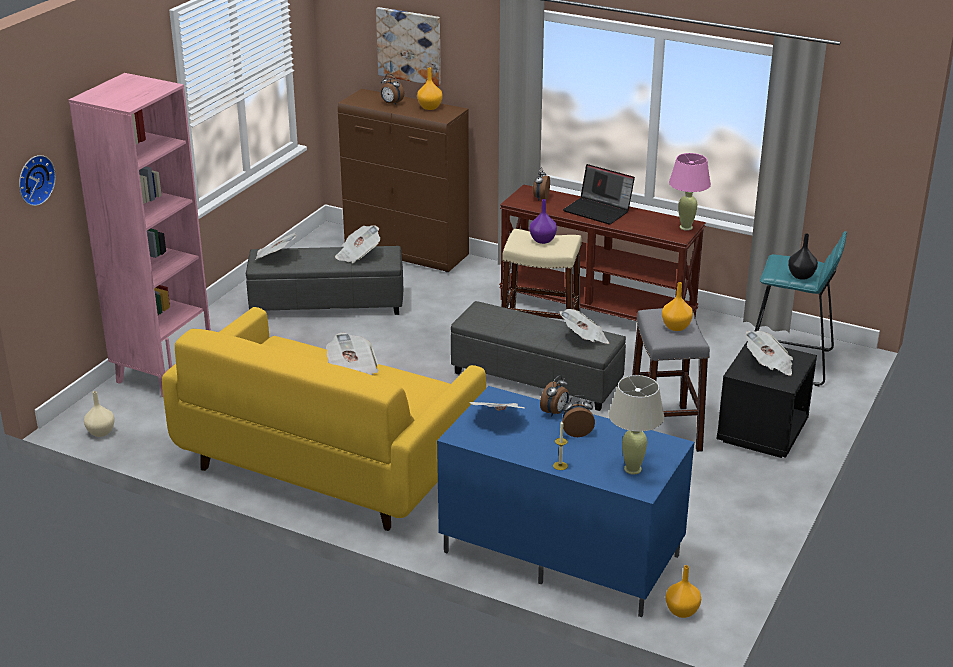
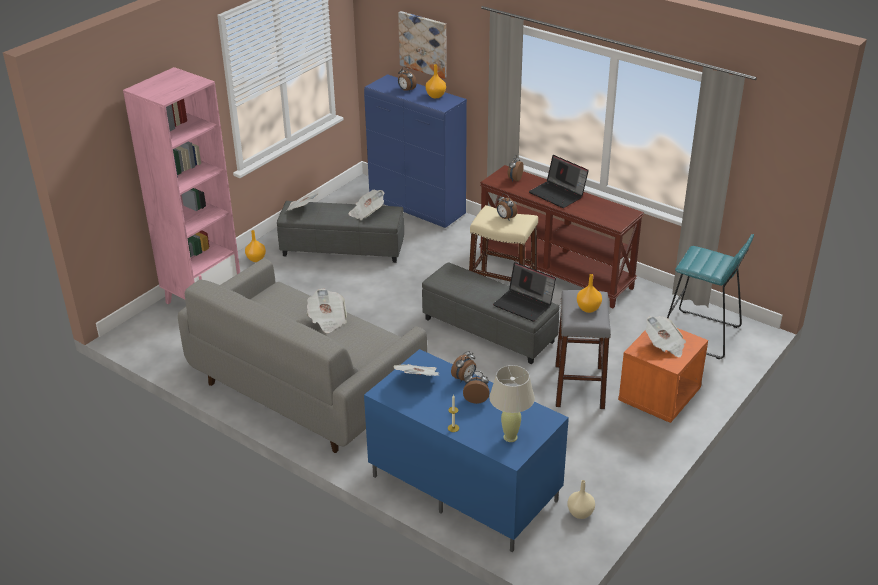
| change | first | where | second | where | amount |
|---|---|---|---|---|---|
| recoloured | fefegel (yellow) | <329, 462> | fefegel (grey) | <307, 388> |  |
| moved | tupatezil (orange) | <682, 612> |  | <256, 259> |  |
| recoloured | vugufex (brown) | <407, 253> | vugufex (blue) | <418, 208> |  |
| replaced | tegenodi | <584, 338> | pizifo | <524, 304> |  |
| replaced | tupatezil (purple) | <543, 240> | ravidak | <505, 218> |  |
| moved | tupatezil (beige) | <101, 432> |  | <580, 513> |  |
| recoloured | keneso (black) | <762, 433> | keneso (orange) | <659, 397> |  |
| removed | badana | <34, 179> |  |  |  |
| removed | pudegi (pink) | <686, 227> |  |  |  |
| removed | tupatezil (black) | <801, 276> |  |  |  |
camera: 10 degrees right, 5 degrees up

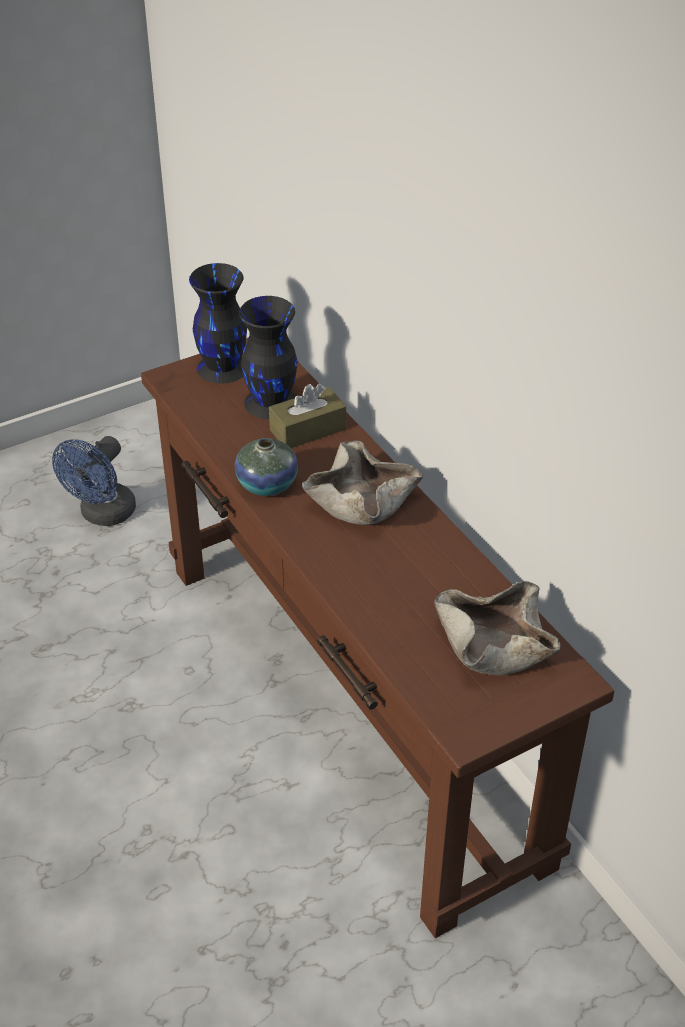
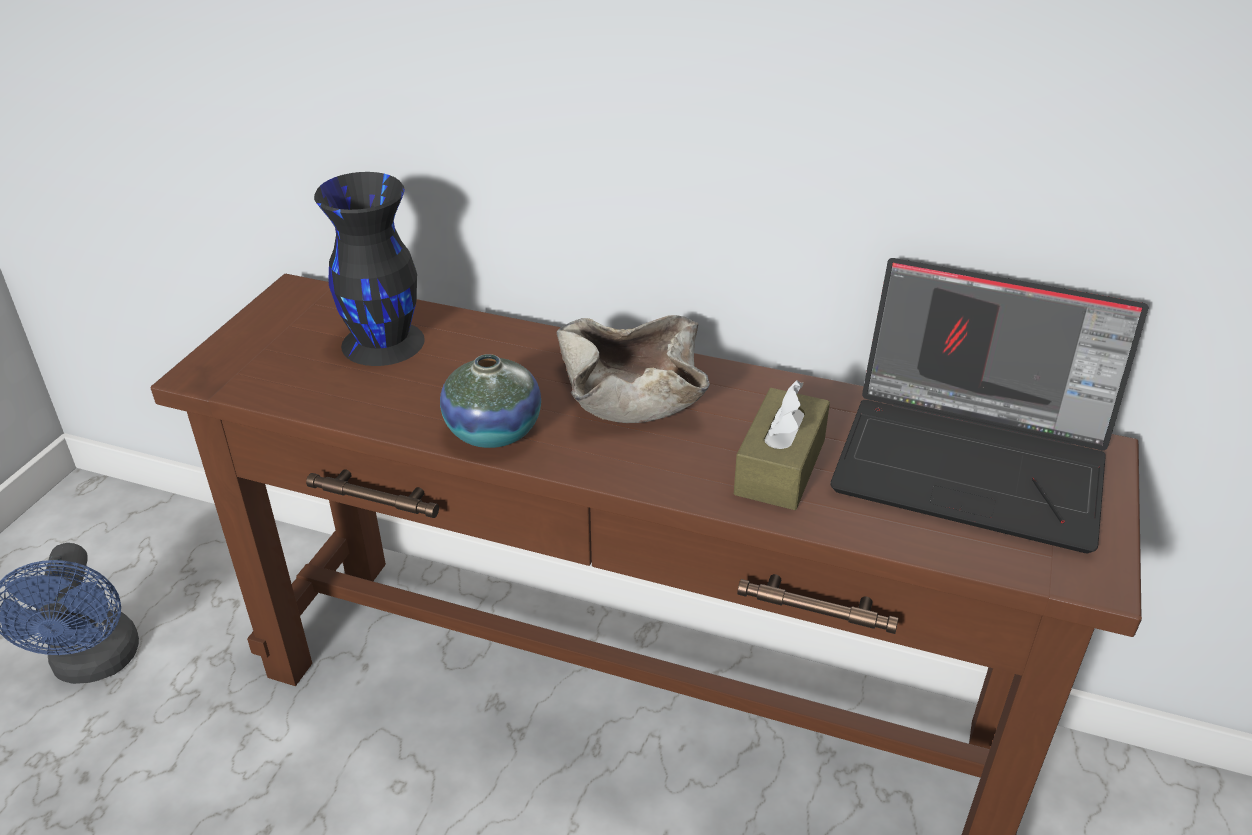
| change | first | where | second | where | amount |
|---|---|---|---|---|---|
| moved | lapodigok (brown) | <308, 429> |  | <780, 467> |  |
| replaced | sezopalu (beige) | <493, 645> | pizifo | <976, 462> |  |
| removed | tupatezil (black) | <222, 367> |  |  |  |
camera: 40 degrees left, 5 degrees down

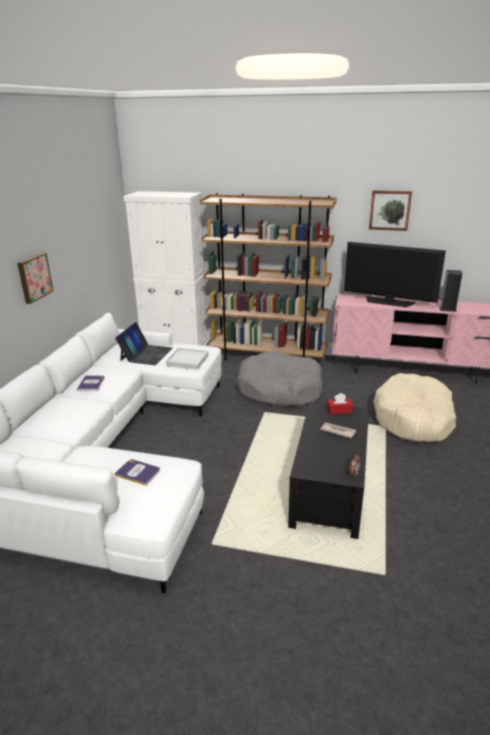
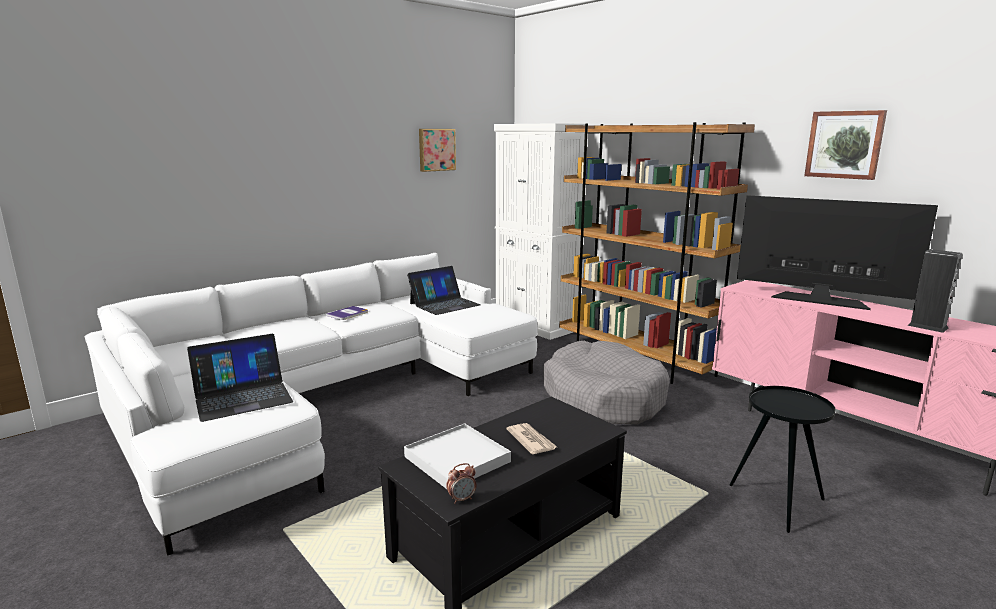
| change | first | where | second | where | amount |
|---|---|---|---|---|---|
| replaced | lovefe | <138, 472> | pizifo | <242, 397> |  |
| moved | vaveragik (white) | <187, 360> |  | <457, 459> |  |
| moved | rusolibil | <34, 277> |  | <436, 149> |  |
| replaced | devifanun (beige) | <413, 419> | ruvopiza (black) | <776, 502> |  |
| turned | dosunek | <388, 302> |  | <819, 300> | 150 degrees clockwise |
| removed | lapodigok (red) | <339, 410> |  |  |  |
camera: 35 degrees right, 10 degrees down

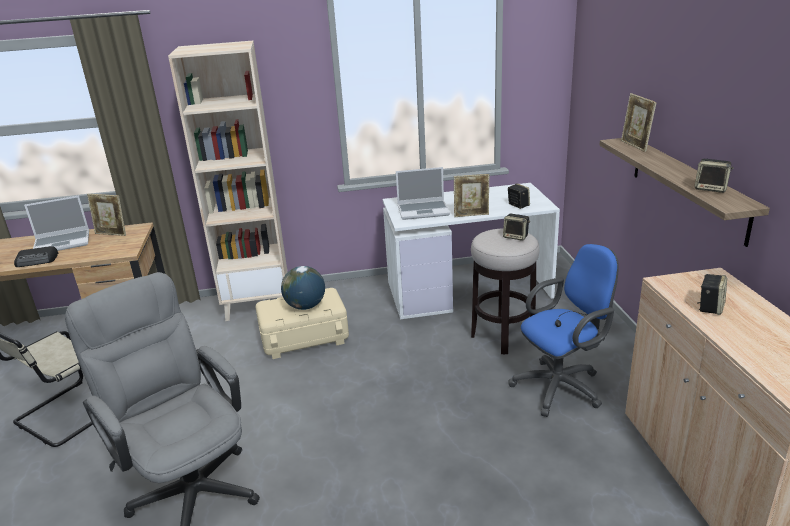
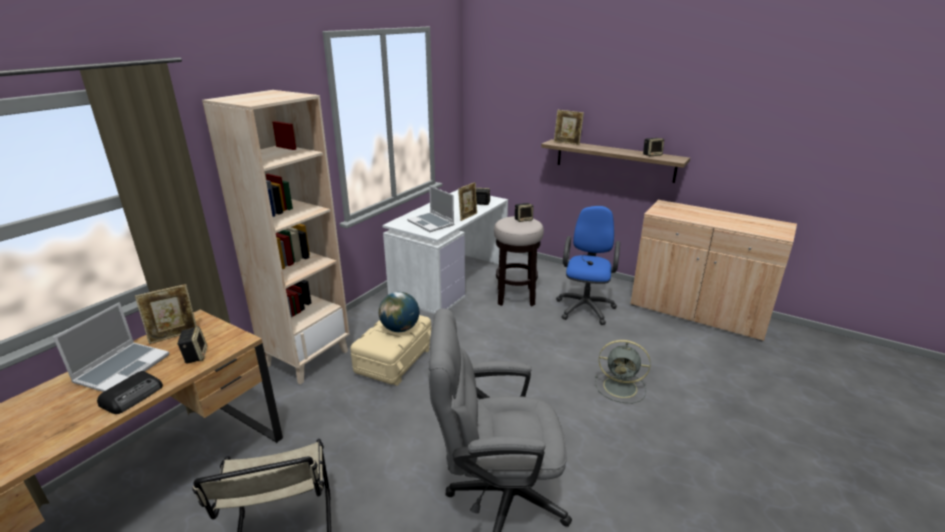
| change | first | where | second | where | amount |
|---|---|---|---|---|---|
| moved | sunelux | <710, 307> |  | <195, 355> |  |
| turned | pizifo | <423, 211> |  | <431, 223> | 105 degrees clockwise |
| added |  |  | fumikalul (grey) | <621, 387> |  |
camera: 50 degrees left, 0 degrees up

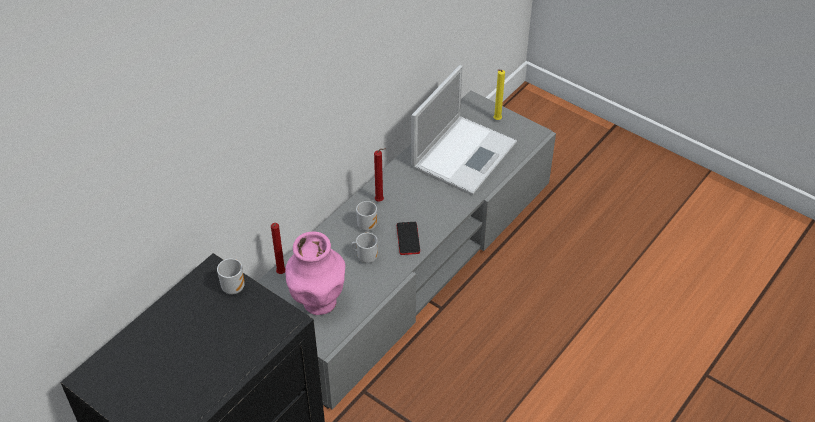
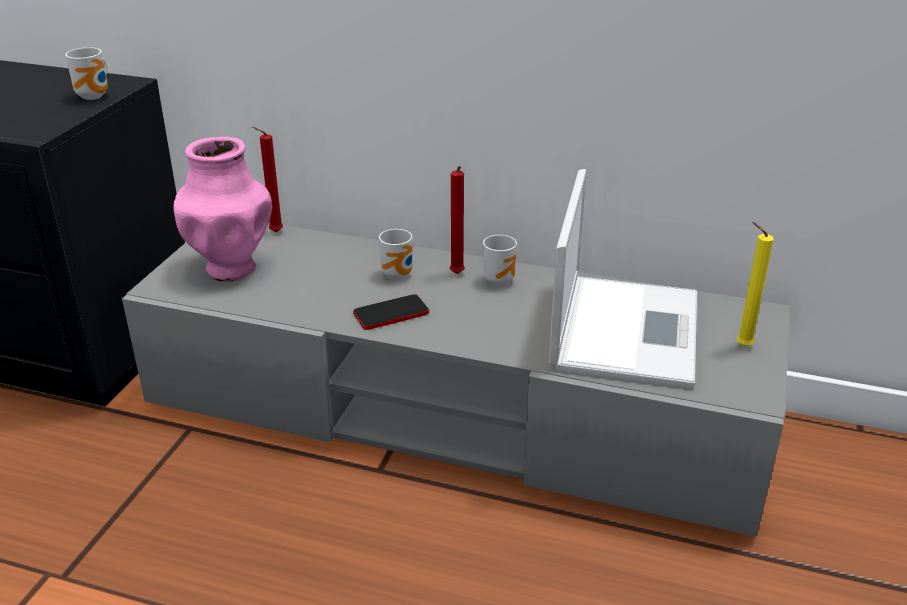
| change | first | where | second | where | amount |
|---|---|---|---|---|---|
| moved | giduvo | <366, 257> |  | <500, 279> |  |
| turned | pizifo | <464, 154> |  | <625, 328> | 90 degrees counterclockwise |
camera: 70 degrees right, 15 degrees down

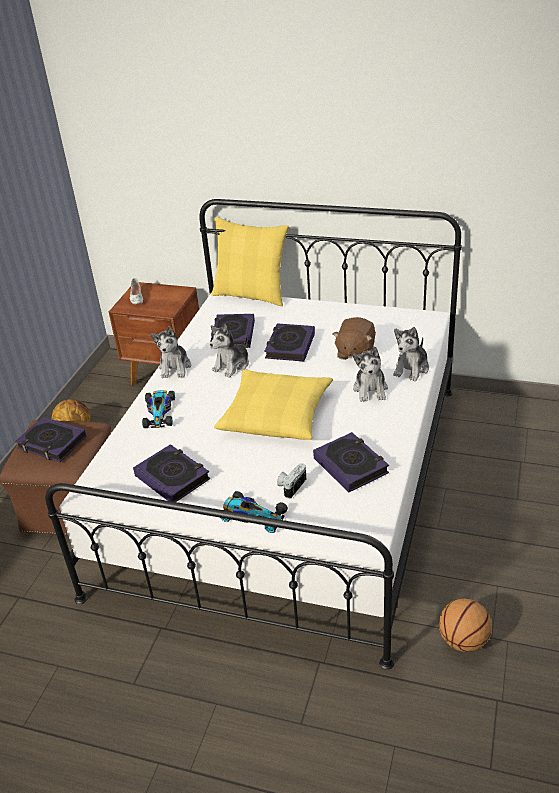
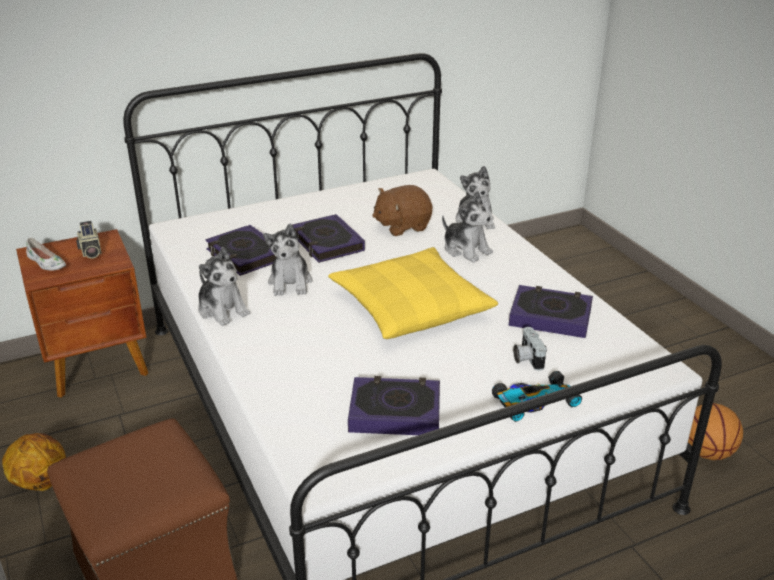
| change | first | where | second | where | amount |
|---|---|---|---|---|---|
| added |  |  | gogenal | <90, 252> |  |
| turned | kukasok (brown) | <355, 352> |  | <402, 226> | 90 degrees clockwise |
| removed | lovefe | <52, 443> |  |  |  |
| removed | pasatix | <159, 412> |  |  |  |
| removed | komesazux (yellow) | <251, 295> |  |  |  |
camera: 45 degrees left, 5 degrees down

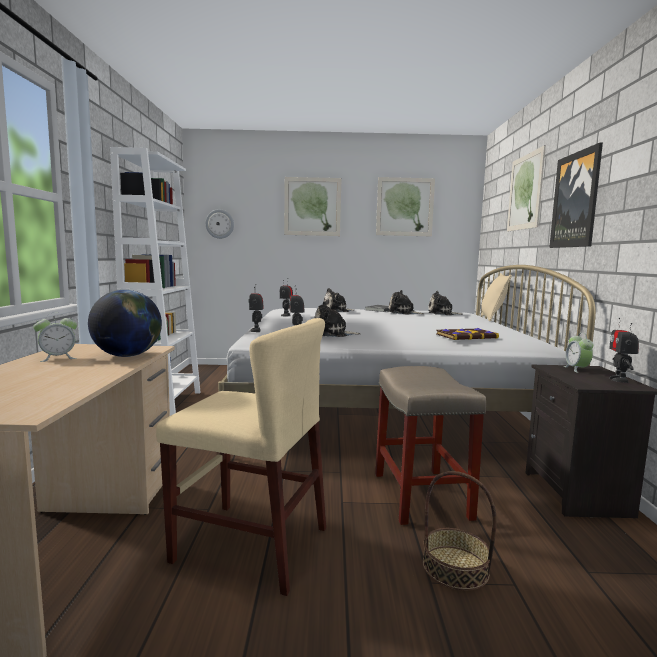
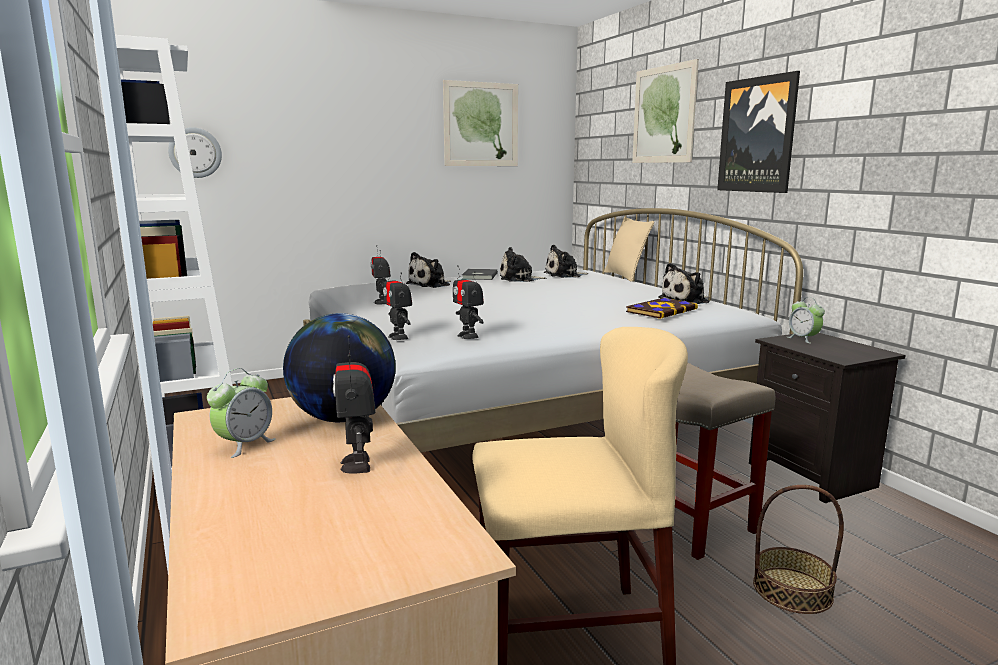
| change | first | where | second | where | amount |
|---|---|---|---|---|---|
| moved | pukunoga | <619, 380> |  | <358, 464> |  |
| moved | kukasok | <332, 334> |  | <686, 300> |  |
| removed | rusolibil | <312, 206> |  |  |  |
camera: 25 degrees left, 5 degrees up

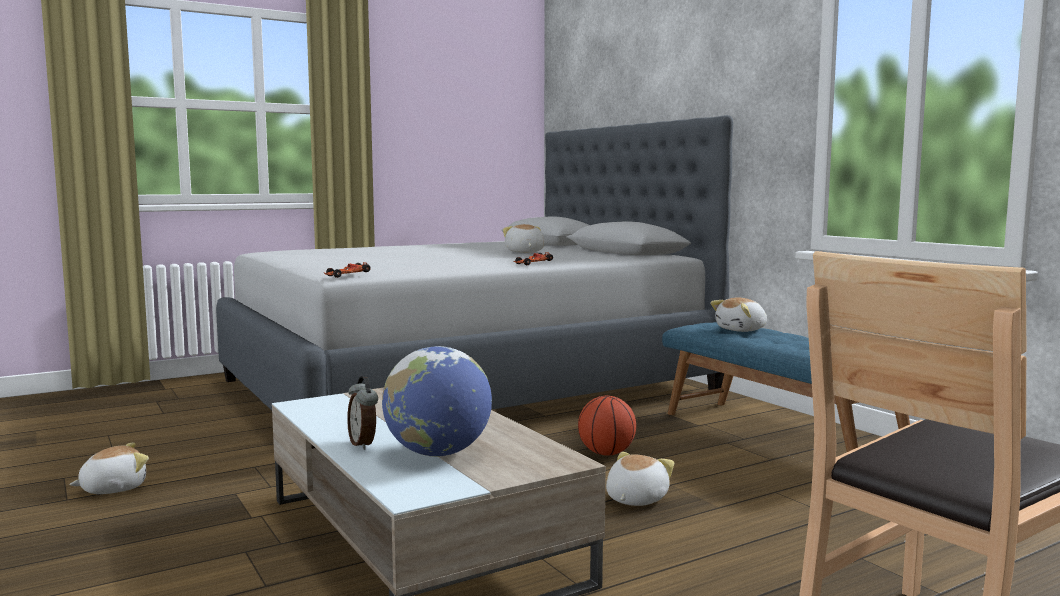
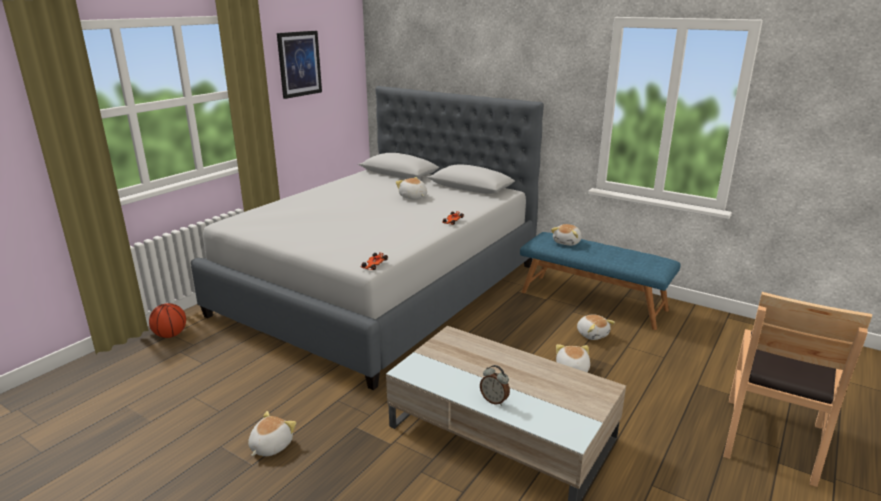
| change | first | where | second | where | amount |
|---|---|---|---|---|---|
| moved | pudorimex | <606, 453> |  | <170, 335> |  |
| added |  |  | rusolibil | <299, 64> |  |
| added |  |  | kukasok | <592, 334> |  |
| removed | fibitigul | <438, 453> |  |  |  |
camera: 25 degrees left, 15 degrees up

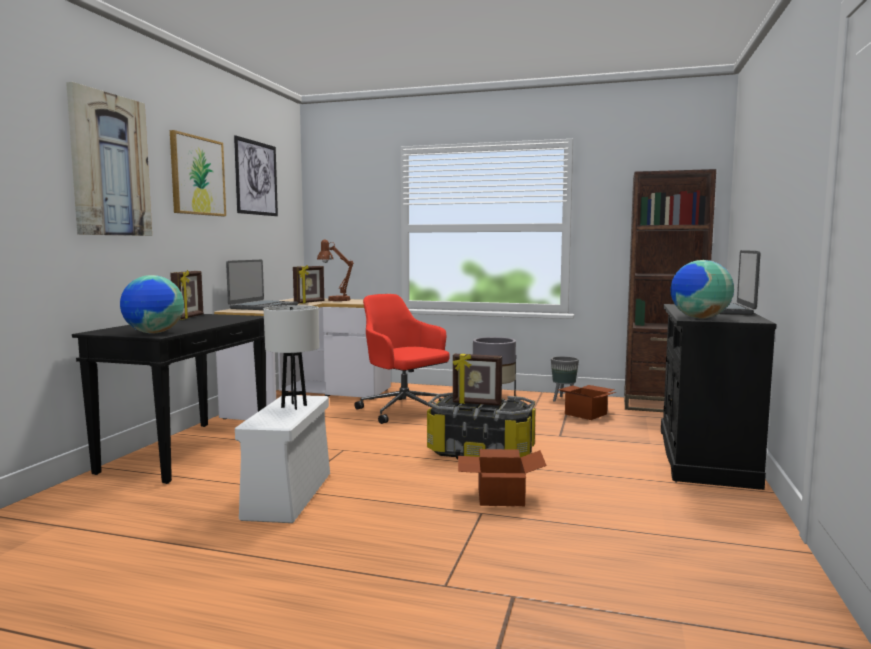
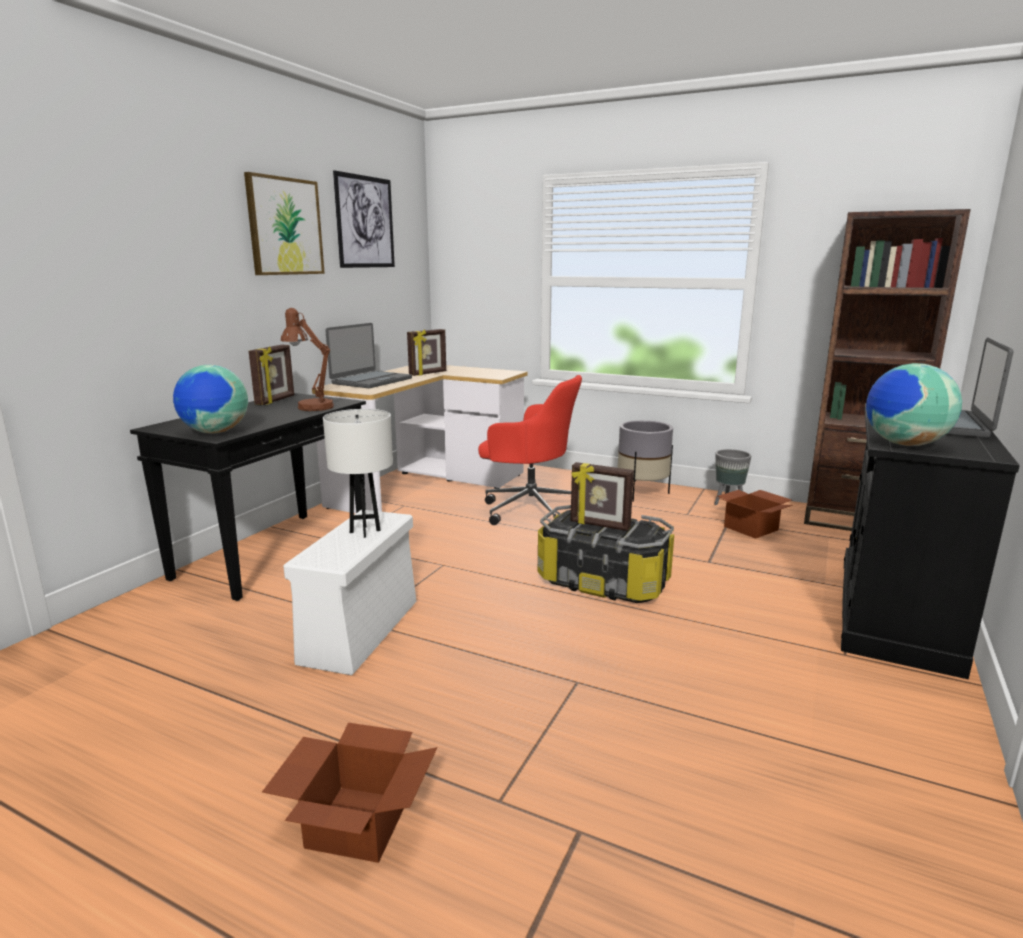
| change | first | where | second | where | amount |
|---|---|---|---|---|---|
| moved | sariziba | <499, 496> |  | <356, 821> |  |
| moved | pudegi (brown) | <335, 300> |  | <311, 406> |  |
| turned | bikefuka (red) | <404, 411> |  | <530, 509> | 150 degrees clockwise |
| removed | rusolibil | <110, 165> |  |  |  |
camera: 10 degrees right, 10 degrees up

